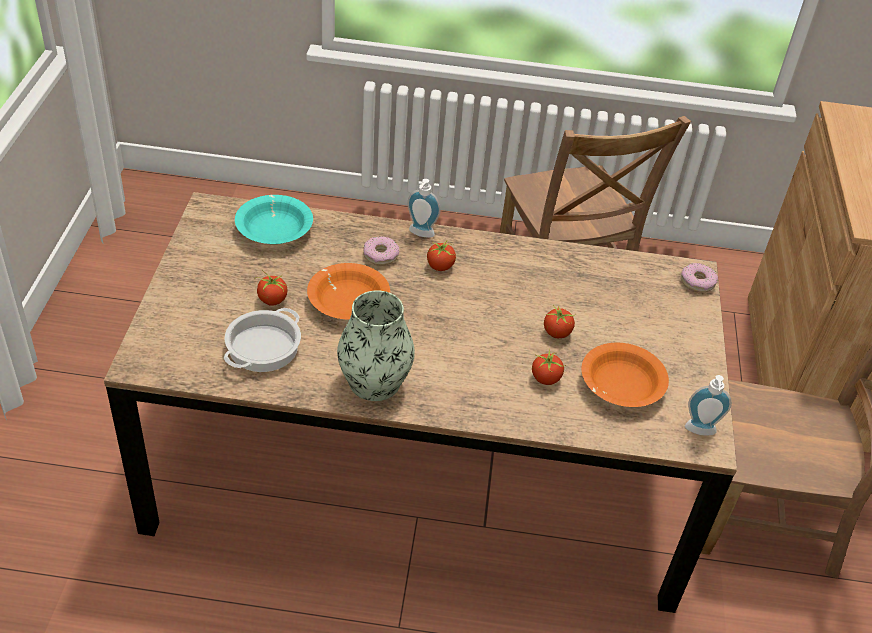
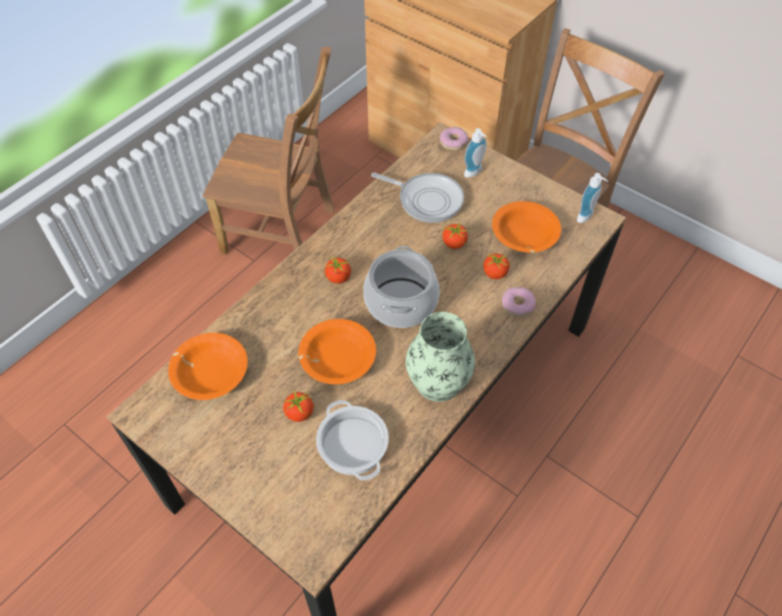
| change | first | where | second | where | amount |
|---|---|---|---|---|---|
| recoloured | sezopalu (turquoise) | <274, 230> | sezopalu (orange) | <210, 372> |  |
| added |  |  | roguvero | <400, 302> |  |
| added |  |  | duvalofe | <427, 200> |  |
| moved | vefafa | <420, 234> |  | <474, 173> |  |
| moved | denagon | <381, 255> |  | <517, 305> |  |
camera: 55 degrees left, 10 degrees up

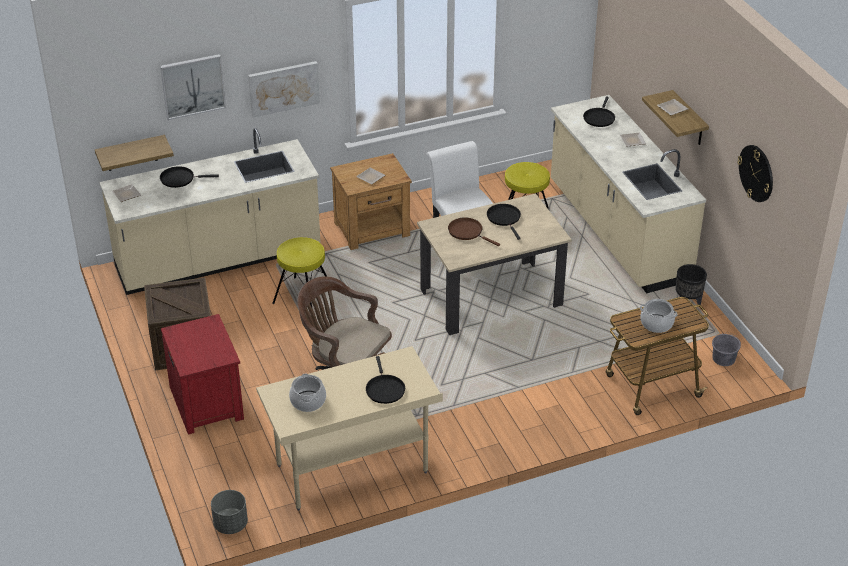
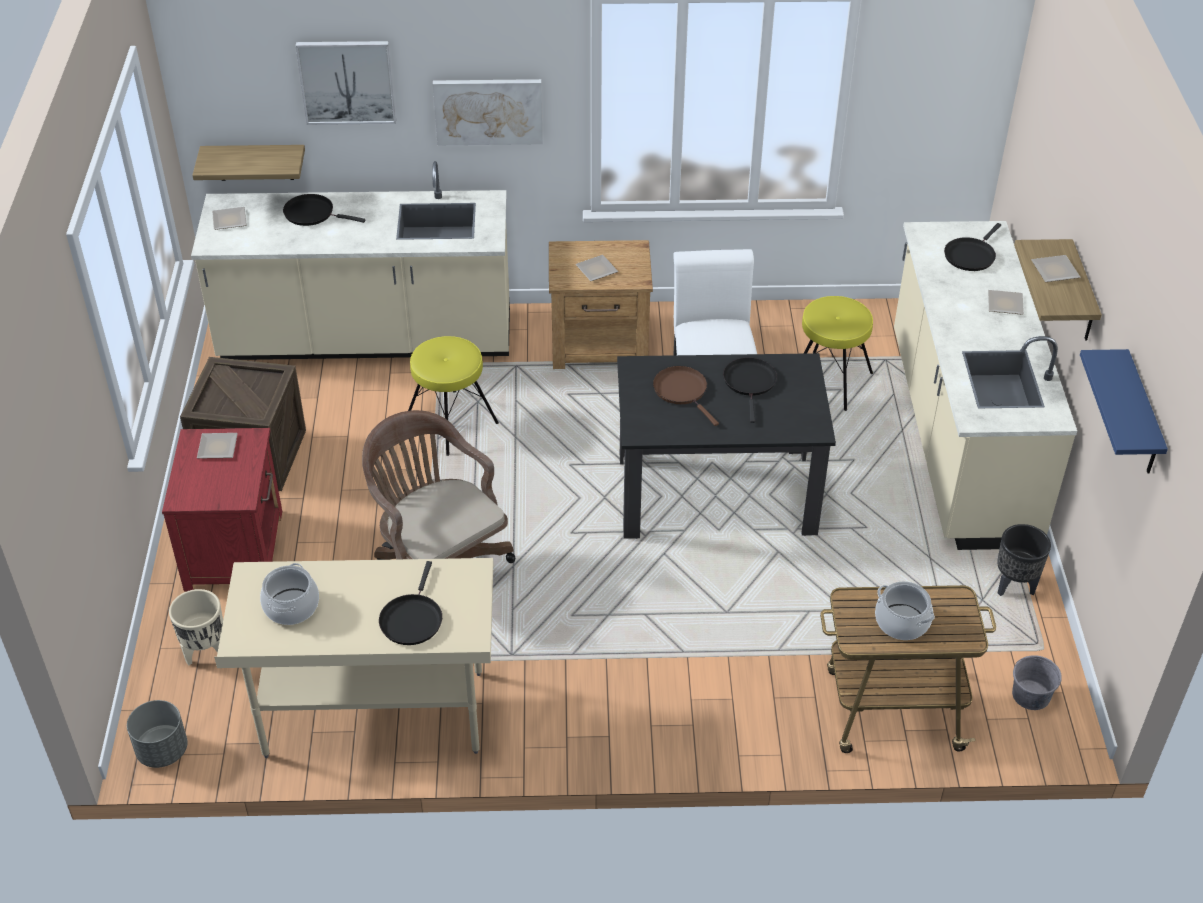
| change | first | where | second | where | amount |
|---|---|---|---|---|---|
| added |  |  | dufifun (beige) | <205, 653> |  |
| added |  |  | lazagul | <219, 448> |  |
| recoloured | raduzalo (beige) | <491, 298> | raduzalo (black) | <716, 495> |  |
| replaced | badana | <756, 173> | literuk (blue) | <1141, 417> |  |
camera: 20 degrees right, 5 degrees up

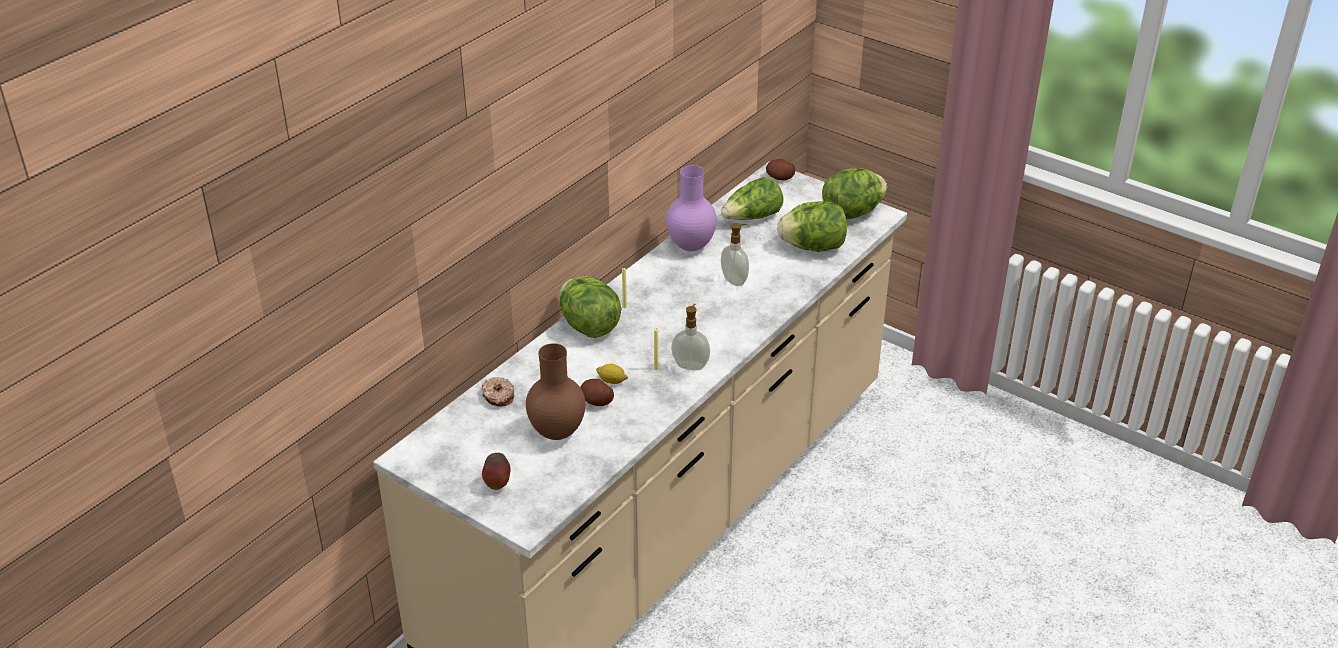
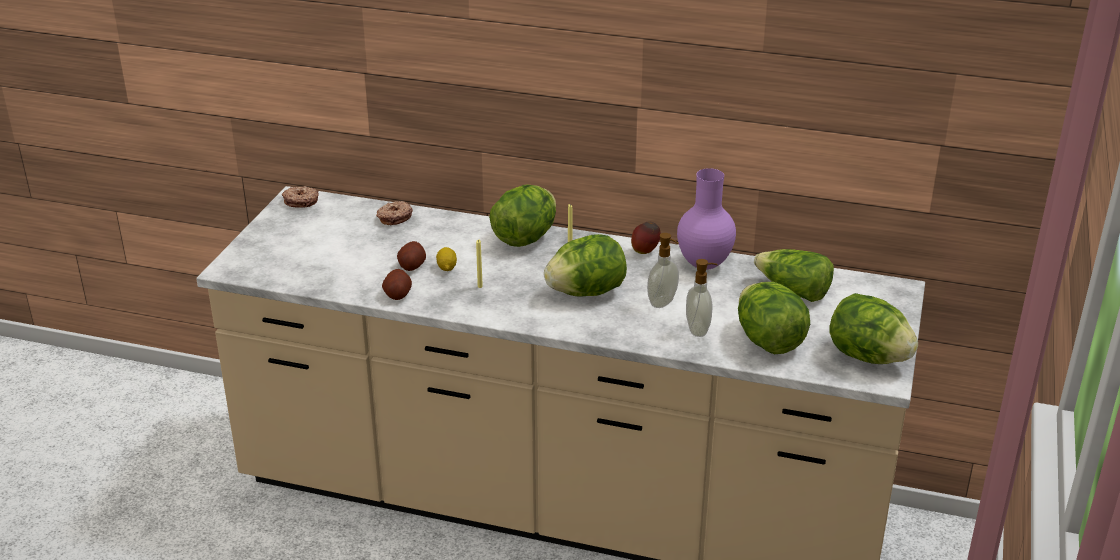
| change | first | where | second | where | amount |
|---|---|---|---|---|---|
| added |  |  | denagon | <301, 201> |  |
| moved | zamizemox | <780, 178> |  | <397, 294> |  |
| added |  |  | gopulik | <586, 292> |  |
| moved | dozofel | <497, 484> |  | <645, 252> |  |
| moved | vefafa | <690, 365> |  | <699, 329> |  |
| removed | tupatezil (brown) | <556, 432> |  |  |  |
camera: 70 degrees right, 5 degrees down

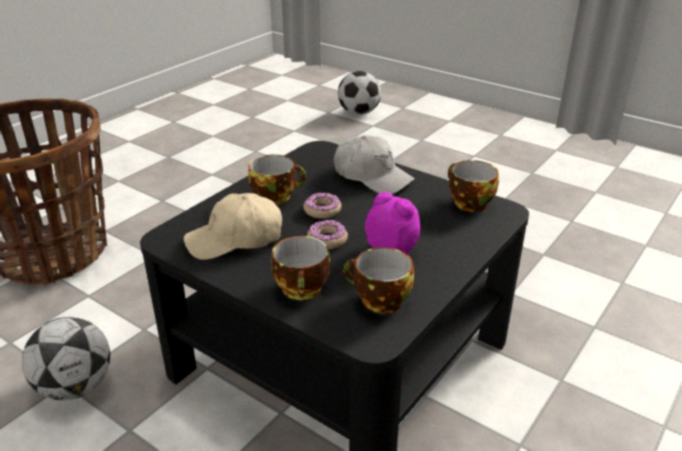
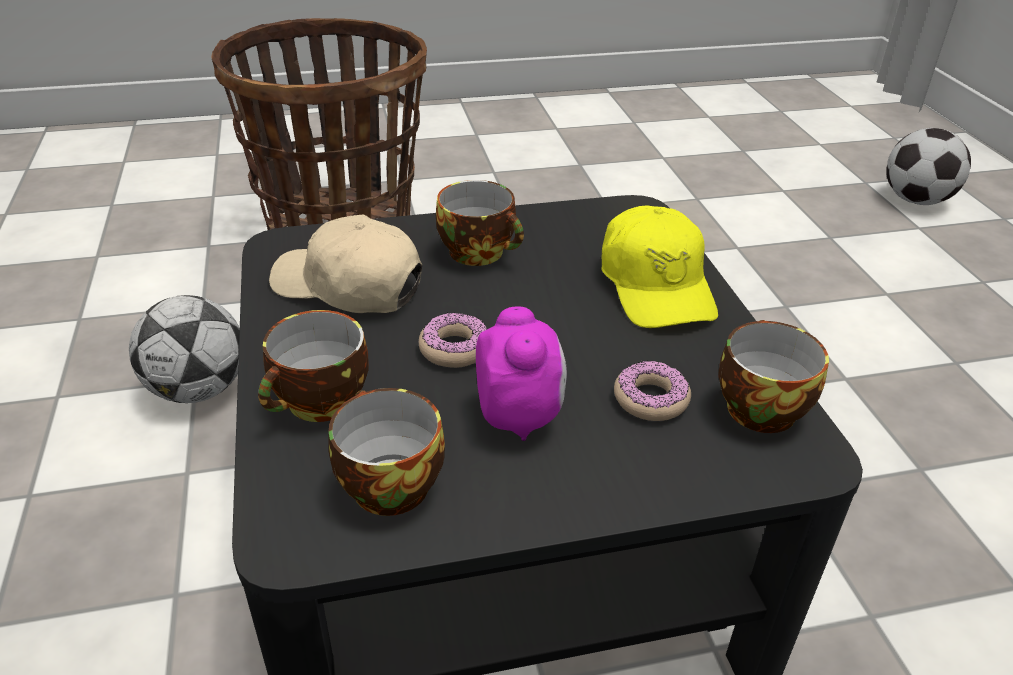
| change | first | where | second | where | amount |
|---|---|---|---|---|---|
| recoloured | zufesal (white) | <372, 176> | zufesal (yellow) | <656, 285> |  |
| moved | denagon | <322, 210> |  | <651, 399> |  |
camera: 40 degrees right, 5 degrees up

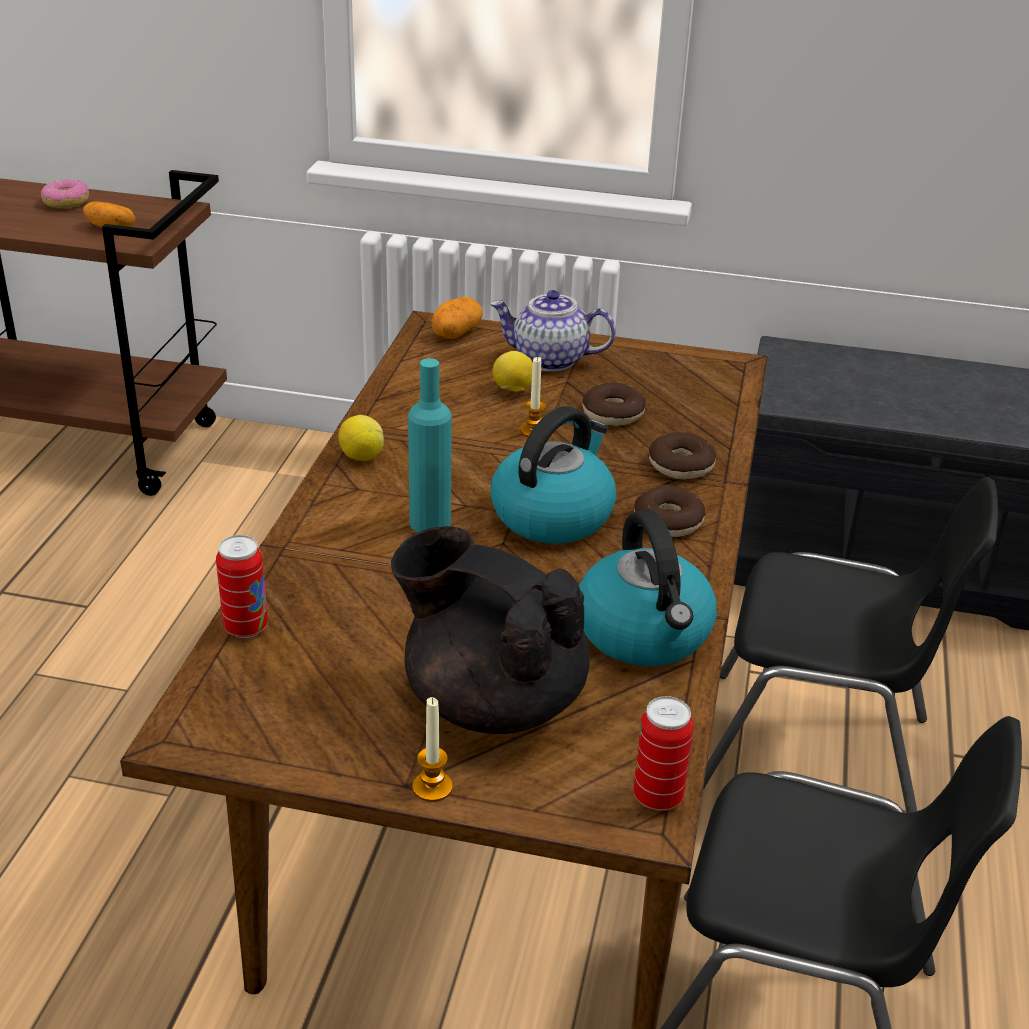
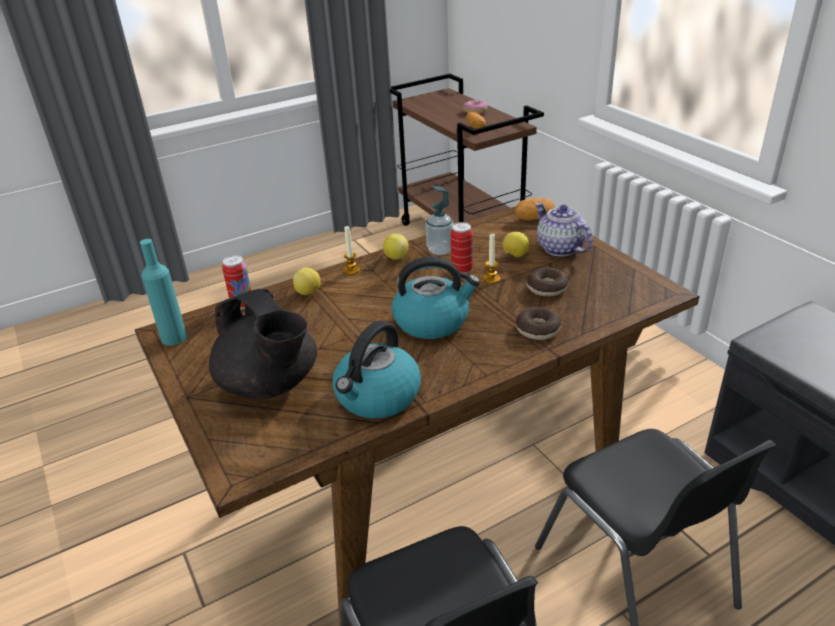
| change | first | where | second | where | amount |
|---|---|---|---|---|---|
| moved | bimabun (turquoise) | <430, 522> |  | <174, 338> |  |
| turned | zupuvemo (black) | <491, 699> |  | <270, 384> | 150 degrees clockwise |
| added |  |  | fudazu | <308, 292> |  |
| moved | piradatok | <432, 787> |  | <351, 270> |  |
| added |  |  | vefafa | <440, 250> |  |
| moved | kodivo | <657, 797> |  | <462, 270> |  |
| removed | denagon | <668, 521> |  |  |  |
camera: 50 degrees right, 0 degrees up

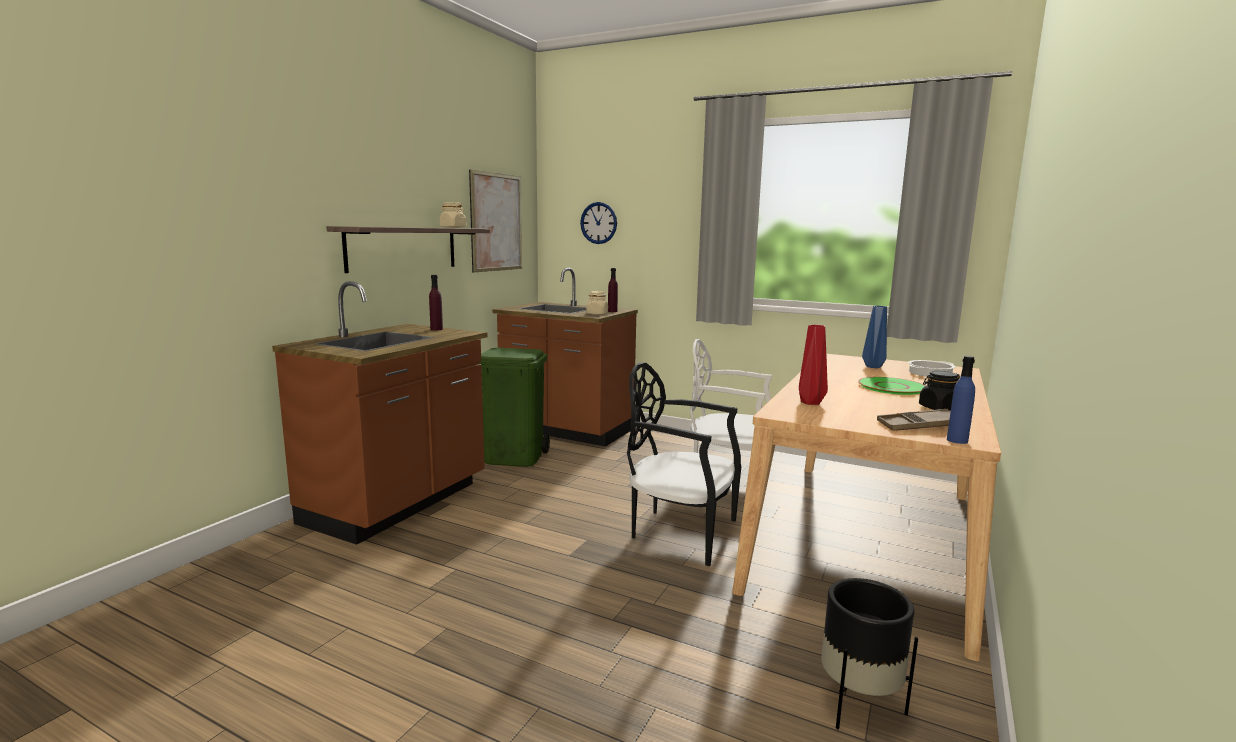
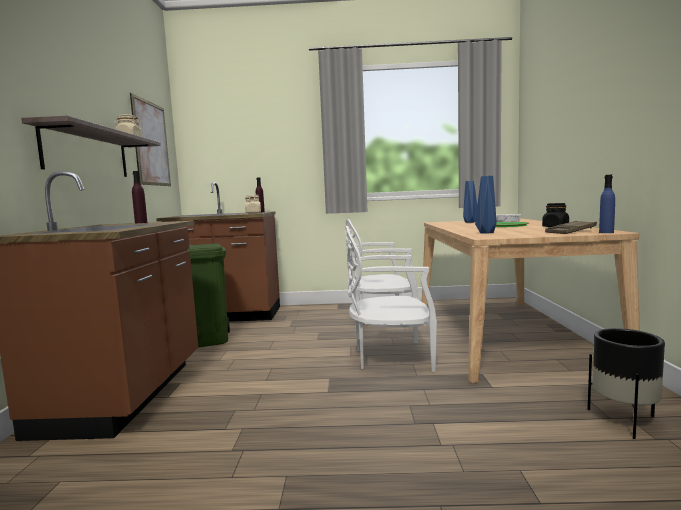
| change | first | where | second | where | amount |
|---|---|---|---|---|---|
| recoloured | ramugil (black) | <680, 532> | ramugil (white) | <390, 357> |  |
| recoloured | tupatezil (red) | <812, 402> | tupatezil (blue) | <487, 232> |  |
| removed | badana | <598, 223> |  |  |  |
camera: 25 degrees left, 5 degrees down

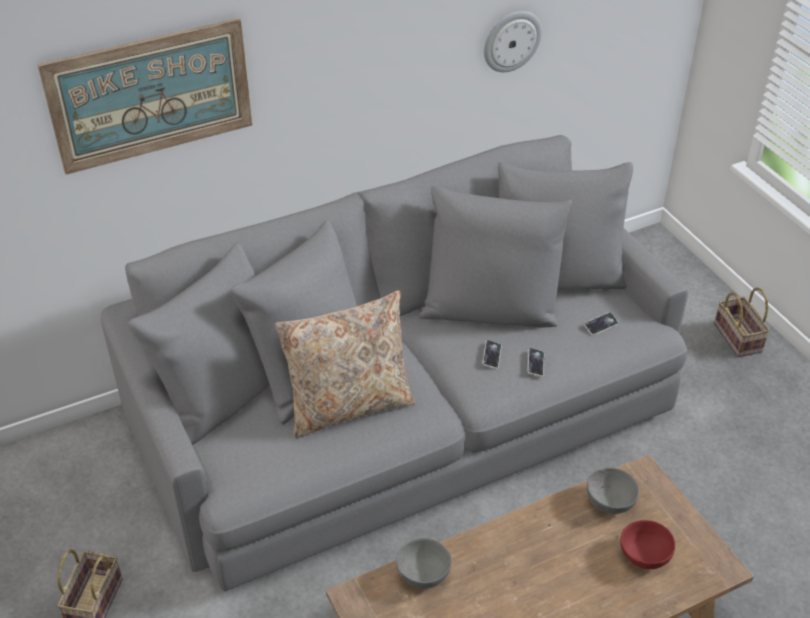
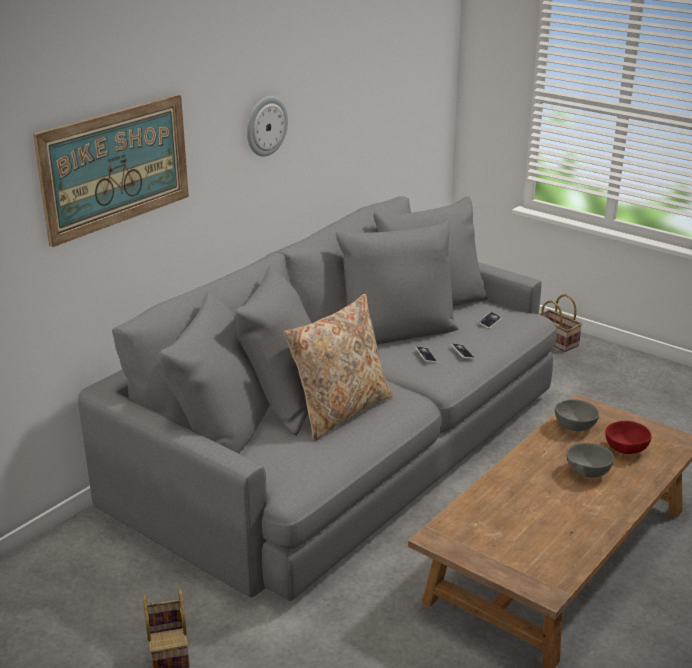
| change | first | where | second | where | amount |
|---|---|---|---|---|---|
| moved | badana | <511, 41> |  | <266, 126> |  |
| moved | sezopalu (grey) | <421, 574> |  | <586, 472> |  |
camera: 25 degrees left, 15 degrees down

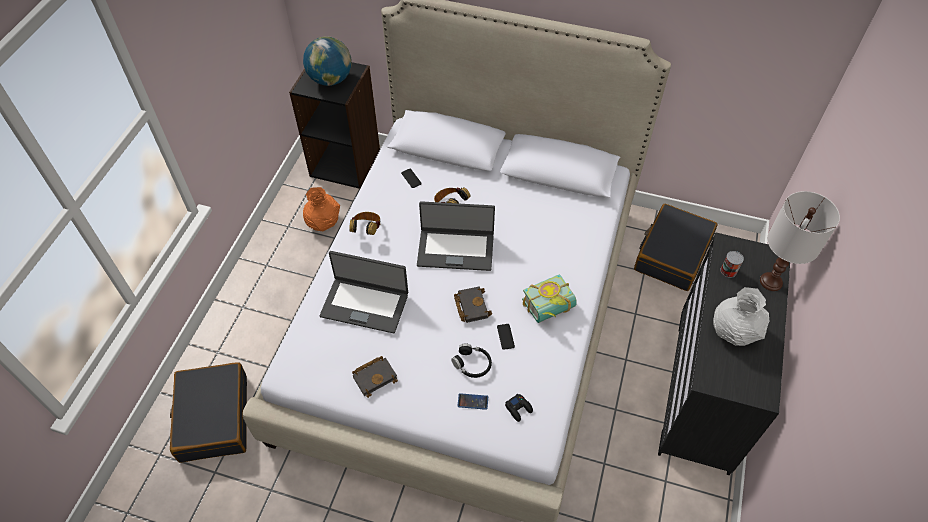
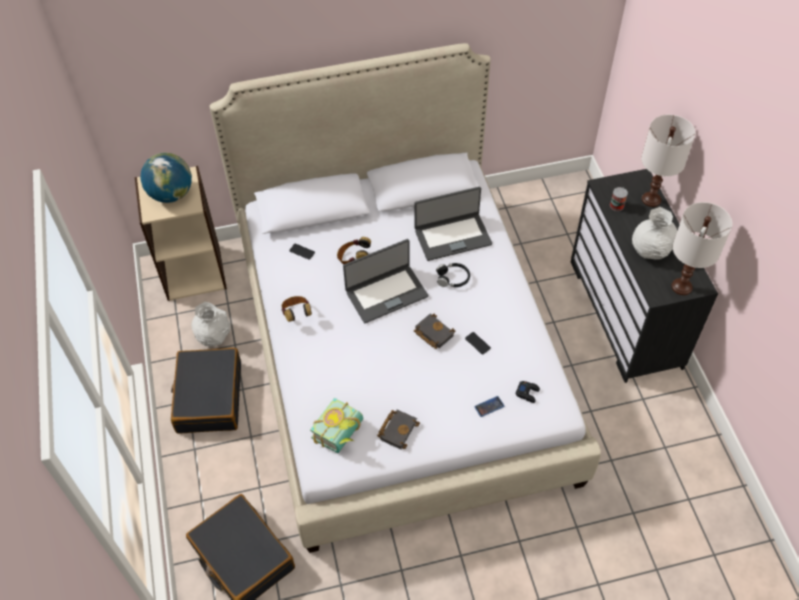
| change | first | where | second | where | amount |
|---|---|---|---|---|---|
| recoloured | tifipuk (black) | <345, 163> | tifipuk (beige) | <194, 272> |  |
| moved | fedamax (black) | <672, 254> |  | <208, 397> |  |
| recoloured | tupatezil (orange) | <323, 222> | tupatezil (white) | <213, 335> |  |
| moved | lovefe | <550, 309> |  | <342, 434> |  |
| moved | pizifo | <365, 304> |  | <452, 236> |  |
| moved | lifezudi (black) | <472, 364> |  | <453, 278> |  |
| added |  |  | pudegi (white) | <682, 286> |  |
camera: 30 degrees left, 0 degrees up

